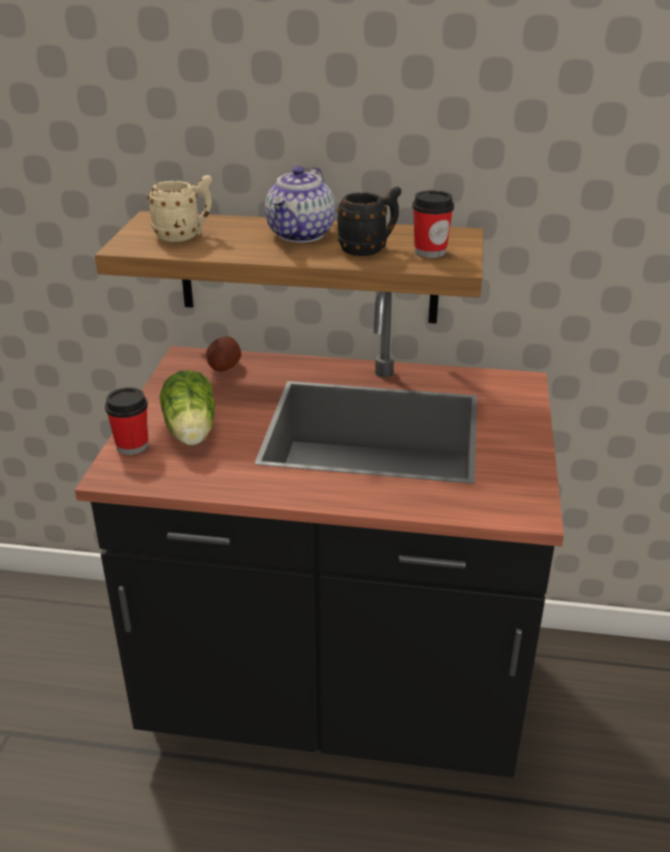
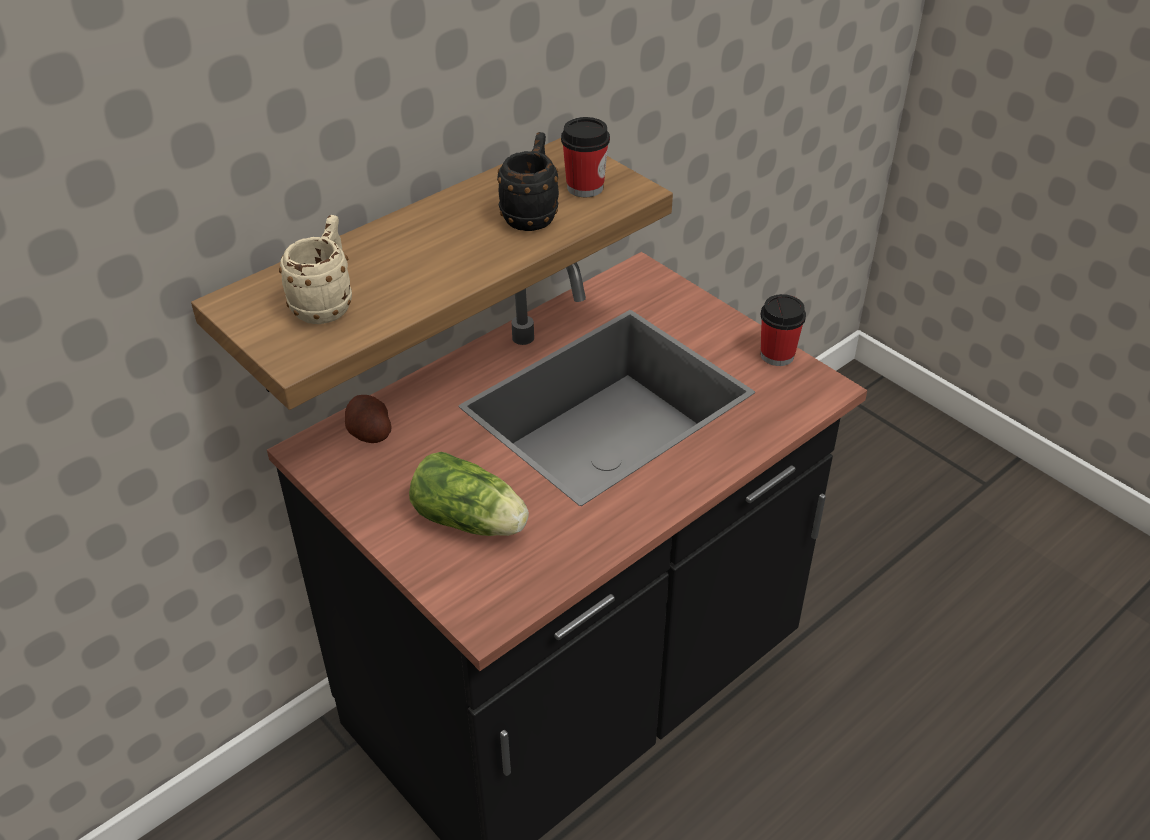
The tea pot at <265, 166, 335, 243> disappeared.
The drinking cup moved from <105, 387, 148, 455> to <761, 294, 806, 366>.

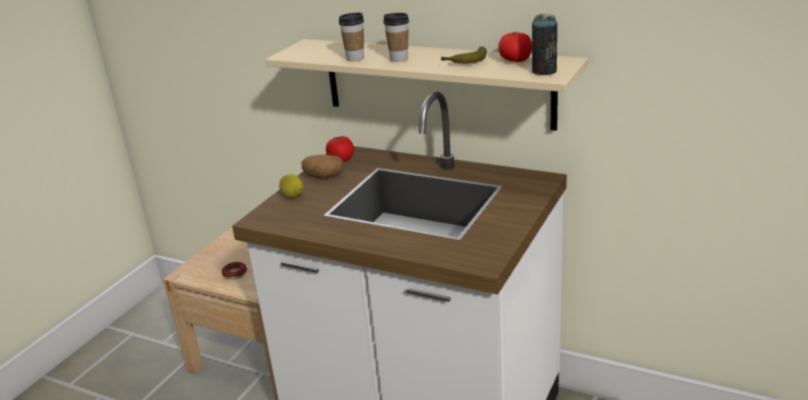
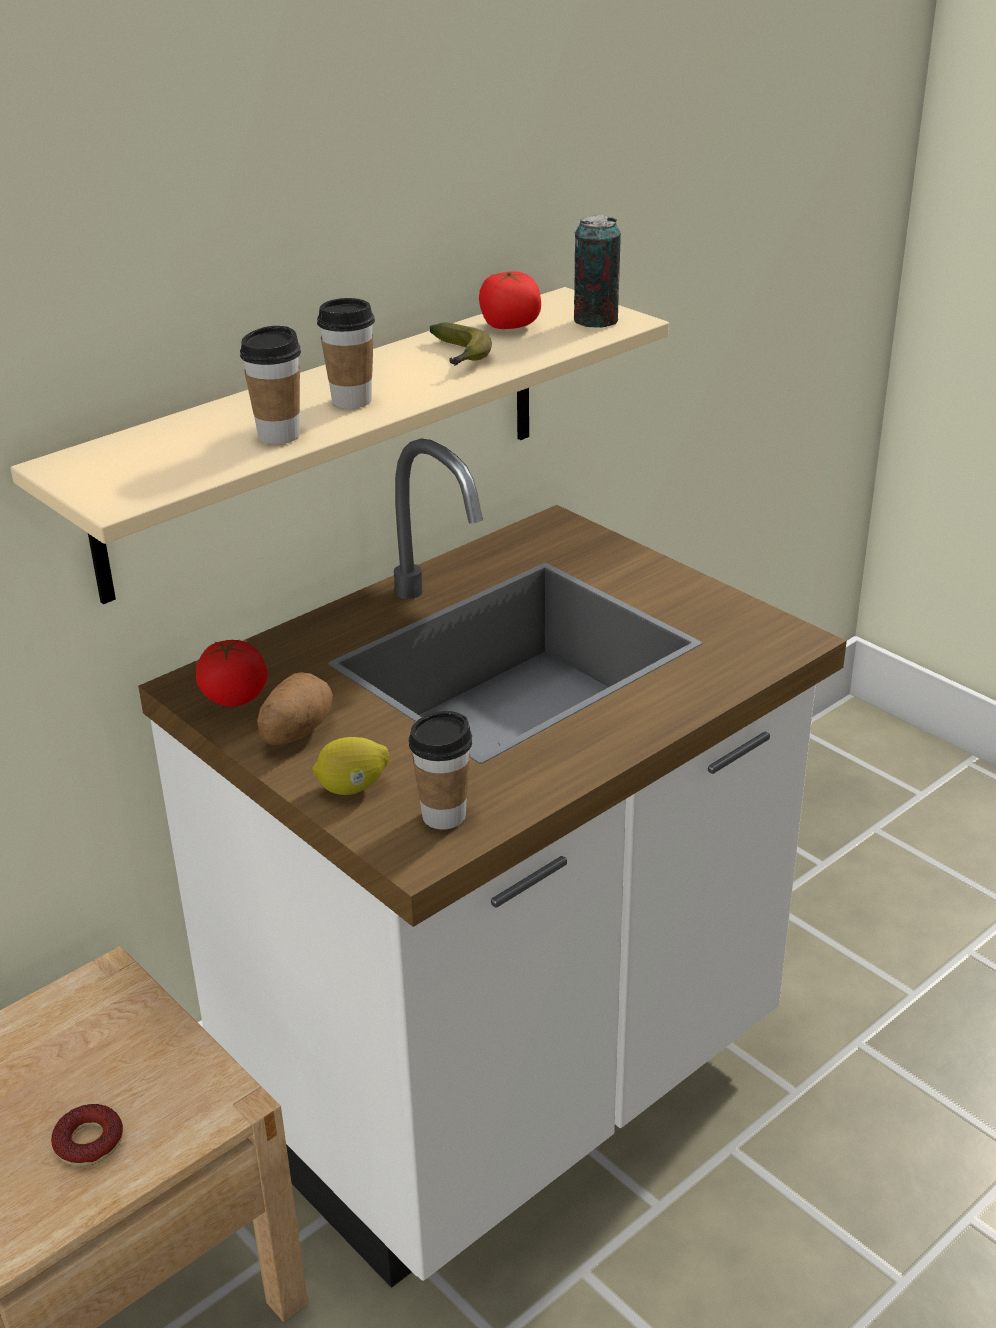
The drinking cup at <409, 711, 472, 830> appeared.

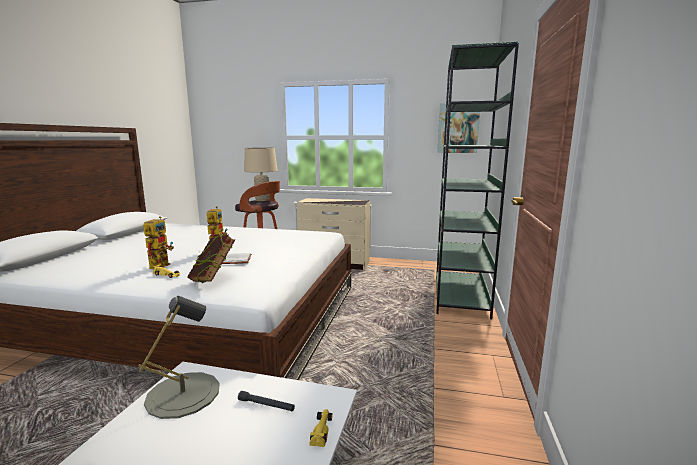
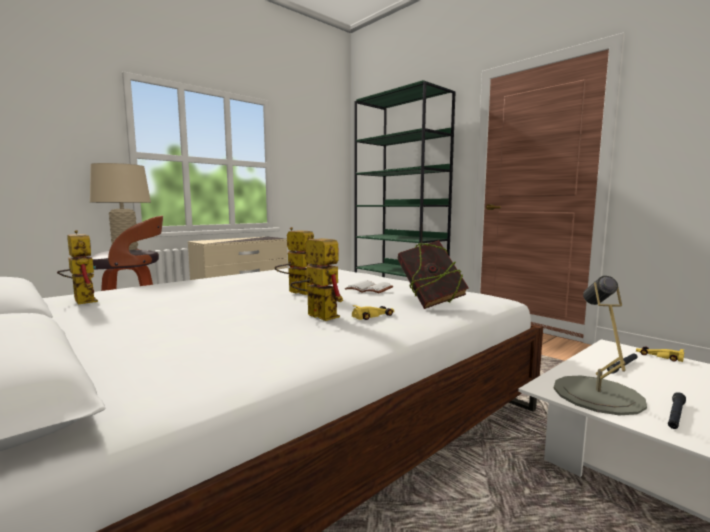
The wall art at <437, 103, 480, 153> disappeared.
The model robot at <57, 230, 98, 304> appeared.
The flashlight in black at <668, 392, 686, 429> appeared.

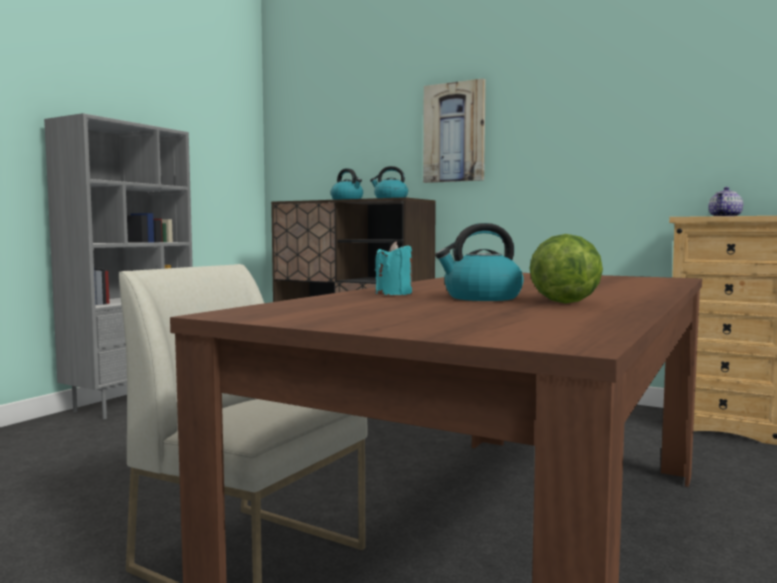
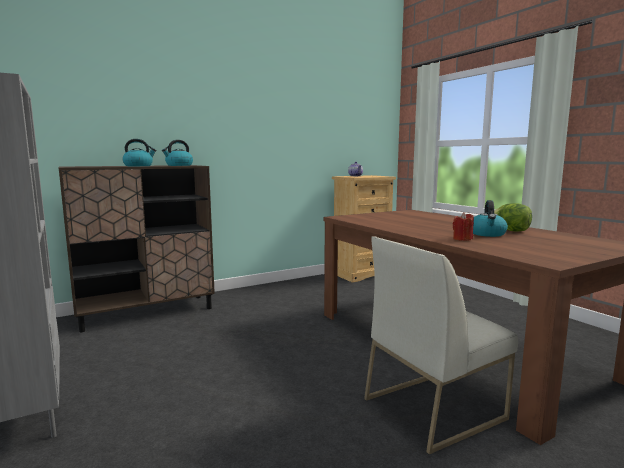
The wall art at <423, 78, 486, 183> disappeared.
The wax light in turquoise-coloured at <375, 241, 412, 295> became the wax light in red at <453, 212, 474, 241>.

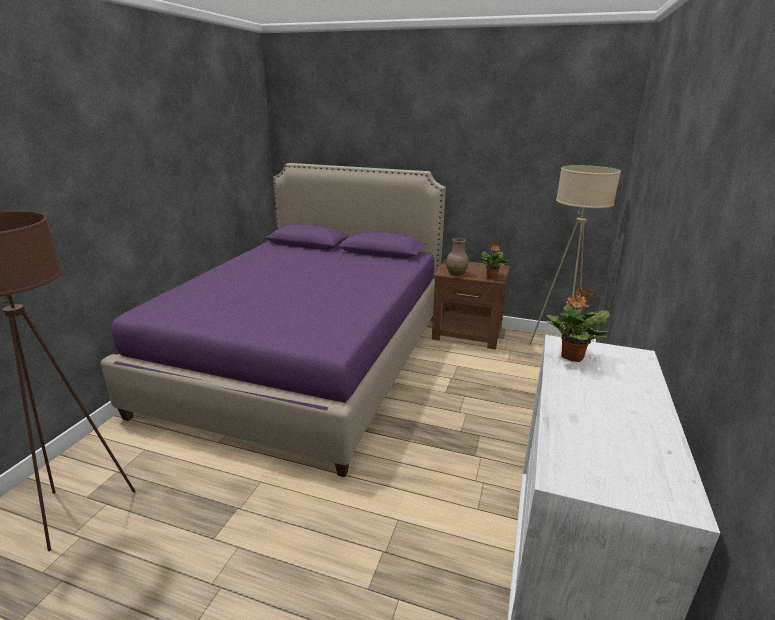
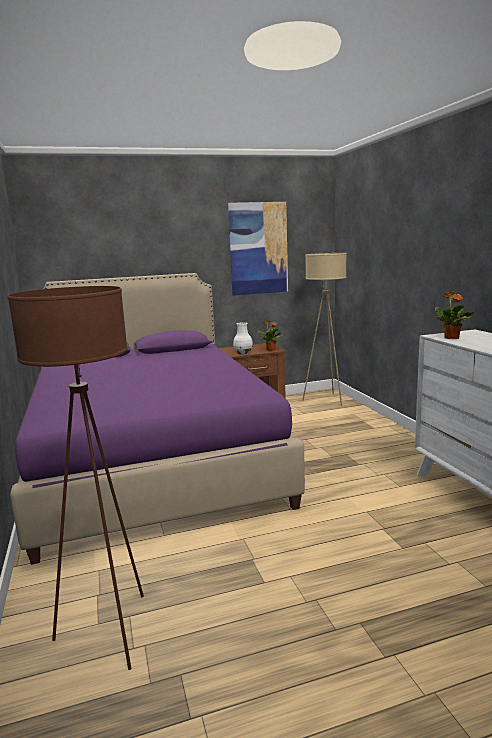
The wall art at <228, 202, 288, 296> appeared.
The decorative vase in brown-coloured at <446, 238, 469, 276> became the decorative vase in whitish at <233, 322, 253, 354>.

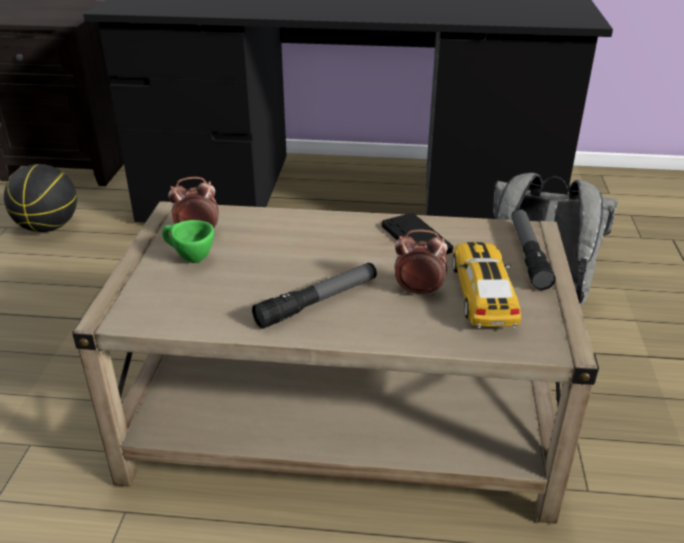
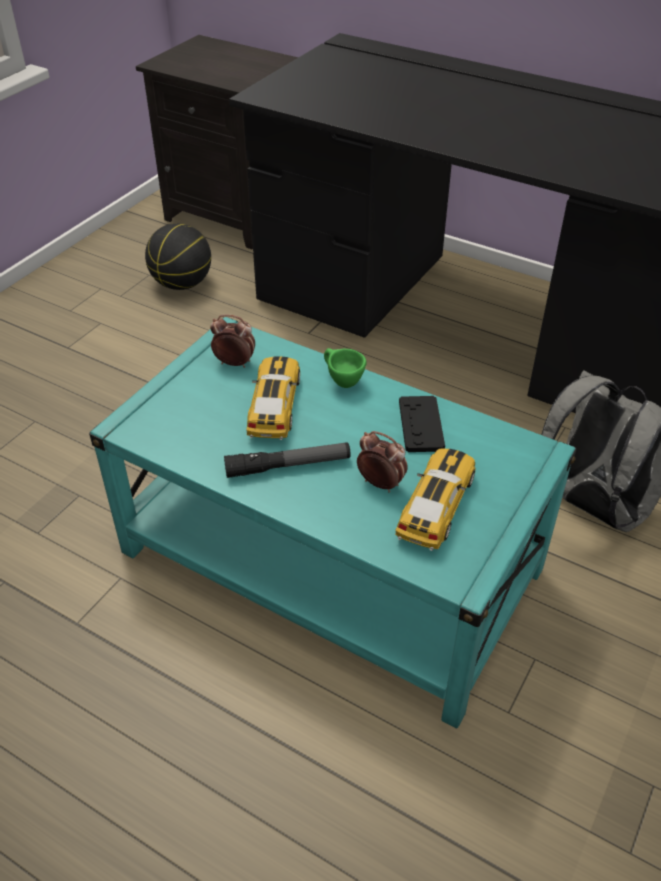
The flashlight at <511, 209, 556, 290> disappeared.
The model car at <246, 356, 300, 440> appeared.
The drinking cup in green-coloured moved from <162, 220, 214, 263> to <324, 348, 366, 388>.
The coffee table in sand-coloured at <72, 201, 599, 524> became the coffee table in turquoise-coloured at <89, 317, 576, 728>.

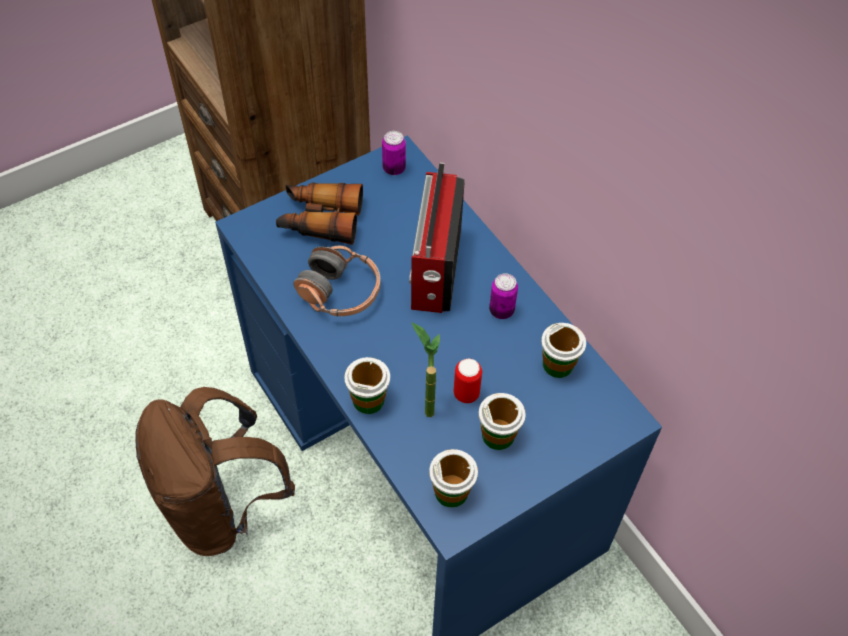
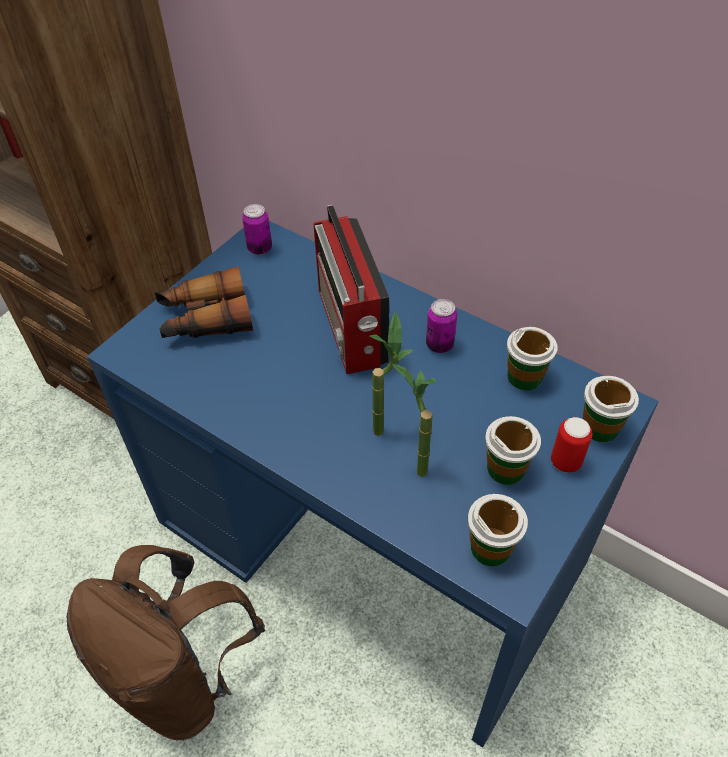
The pair of headphones at <293, 246, 381, 316> disappeared.
The houseplant at <369, 311, 413, 436> appeared.
The drinking cup moved from <344, 357, 390, 414> to <583, 376, 639, 442>.
The can moved from <454, 358, 482, 403> to <551, 417, 592, 473>.

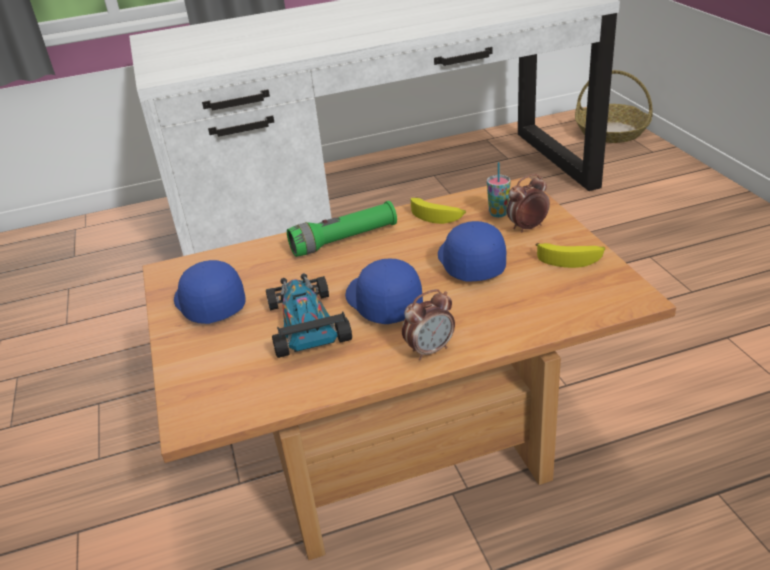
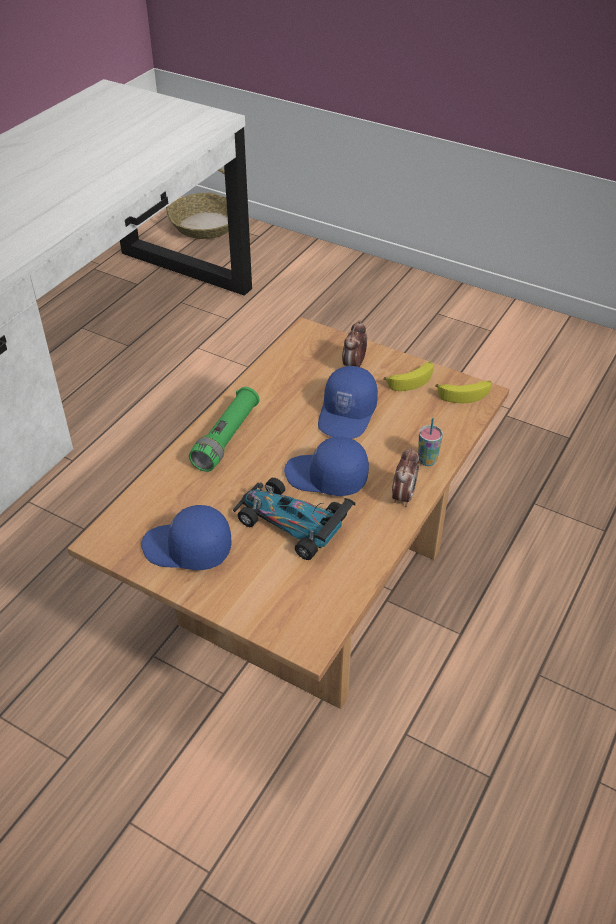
The banana fruit moved from <411, 197, 466, 224> to <435, 381, 492, 403>.
The drinking cup moved from <487, 162, 511, 217> to <418, 418, 443, 466>.
The baseball cap in bluish at <438, 221, 506, 282> turned 105 degrees counterclockwise.

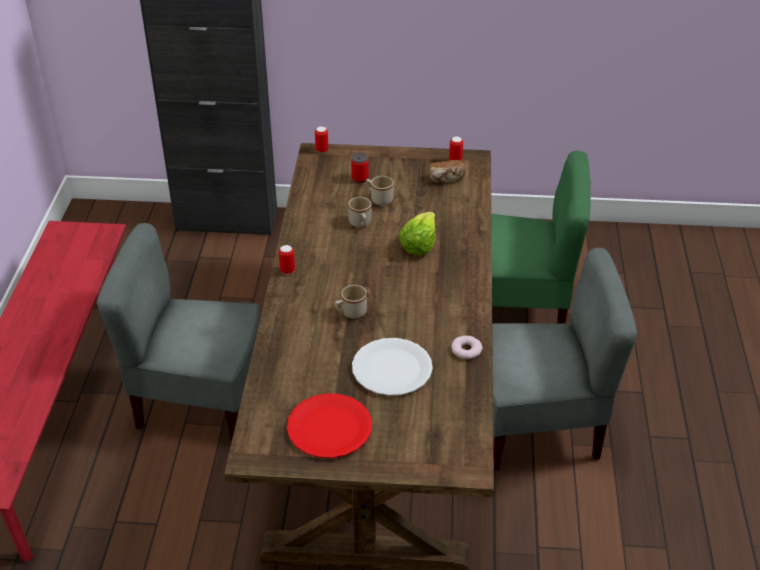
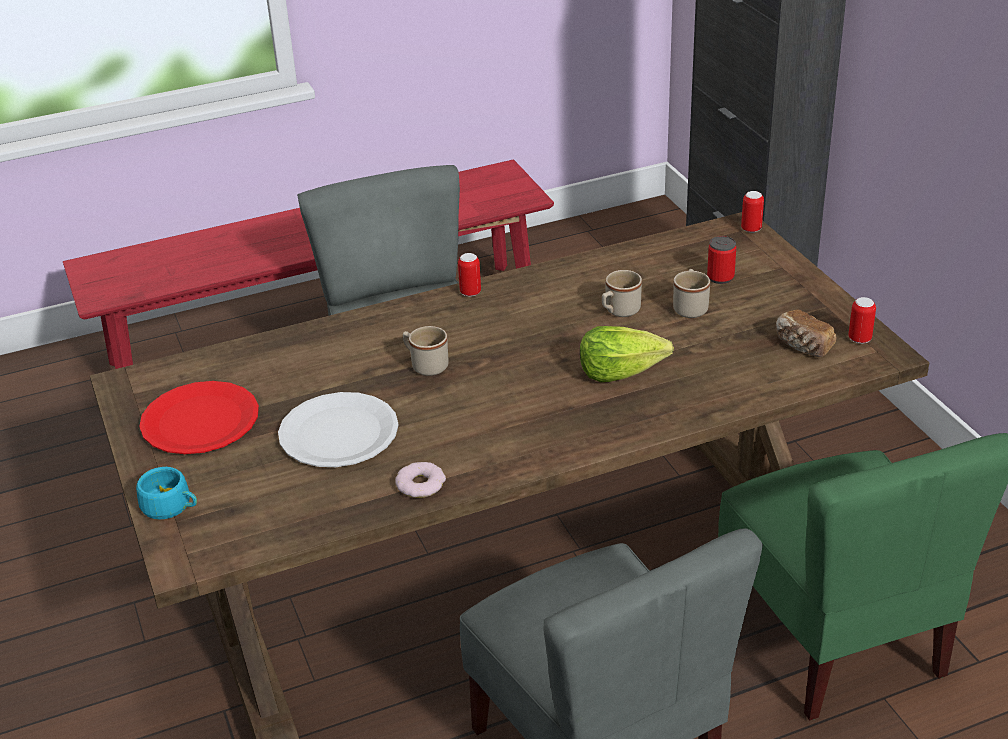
The drinking cup in turquoise-coloured at <136, 467, 197, 519> appeared.

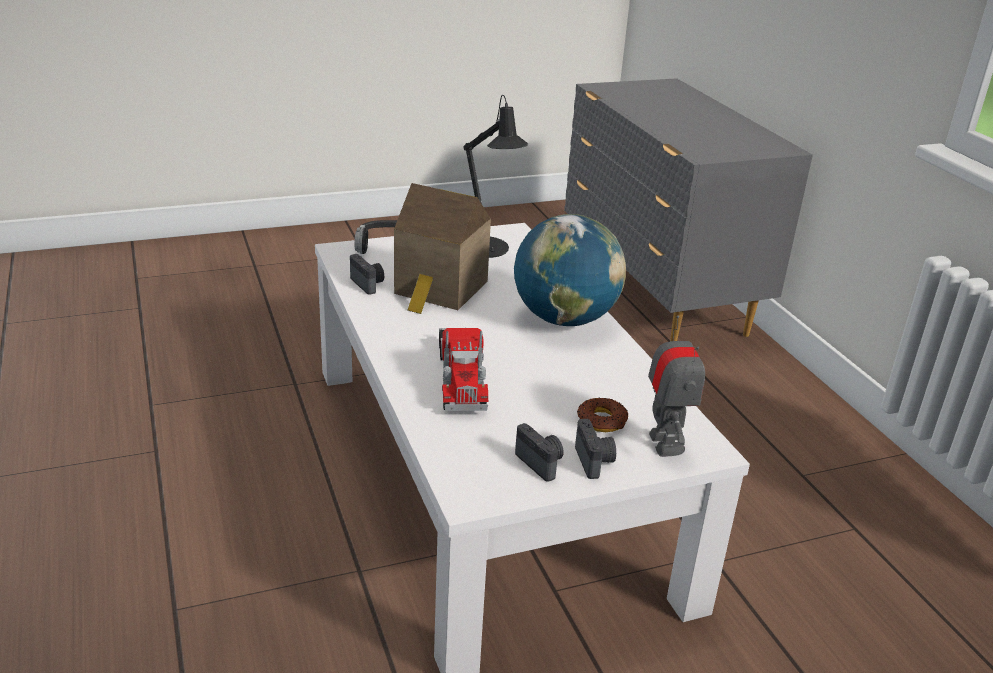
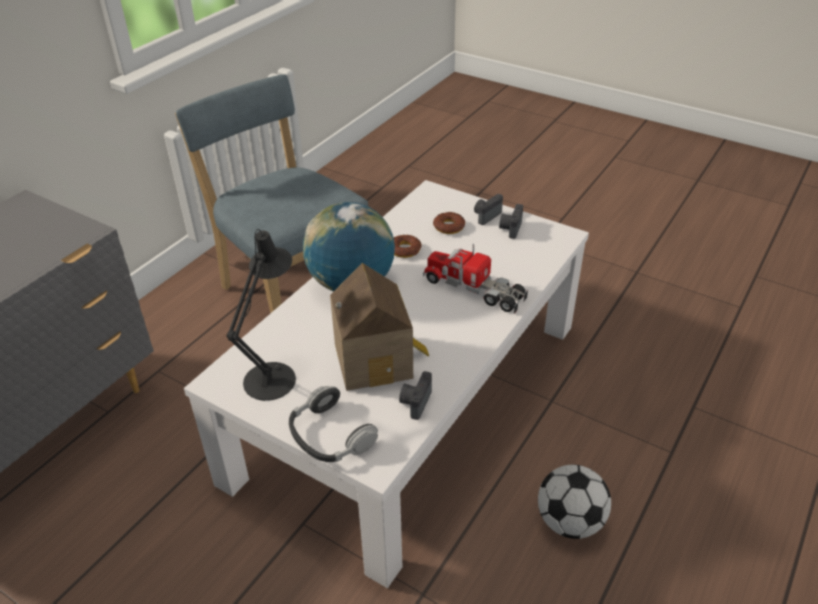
The model robot at <648, 315, 705, 457> disappeared.
The upright chair in bluish at <175, 74, 369, 313> appeared.
The ring doughnut at <394, 235, 421, 258> appeared.
The football at <538, 465, 611, 539> appeared.
The toy lorry at <439, 328, 489, 411> turned 105 degrees counterclockwise.

